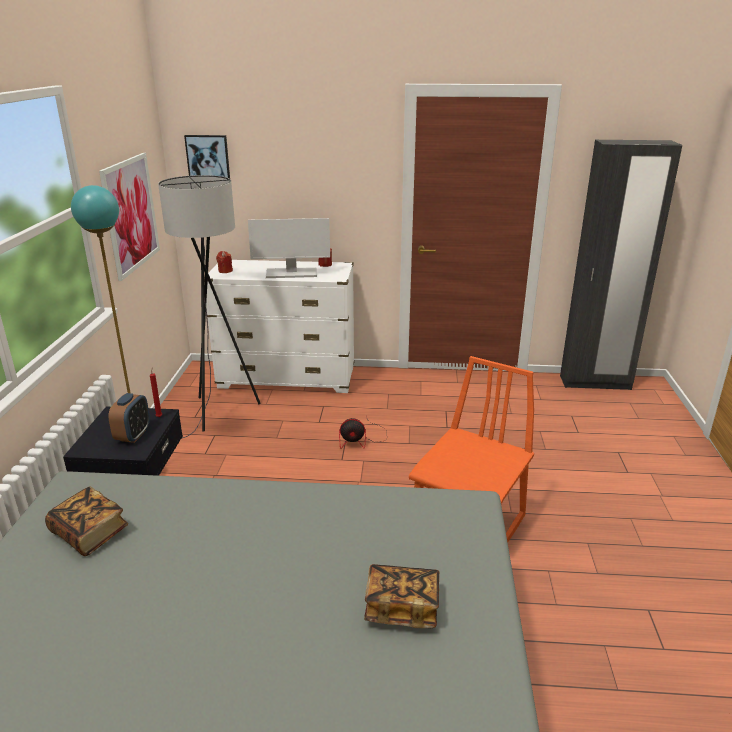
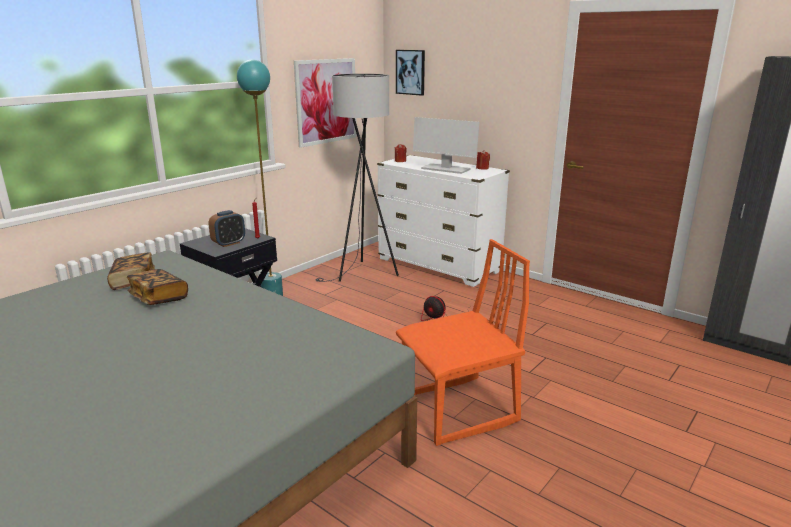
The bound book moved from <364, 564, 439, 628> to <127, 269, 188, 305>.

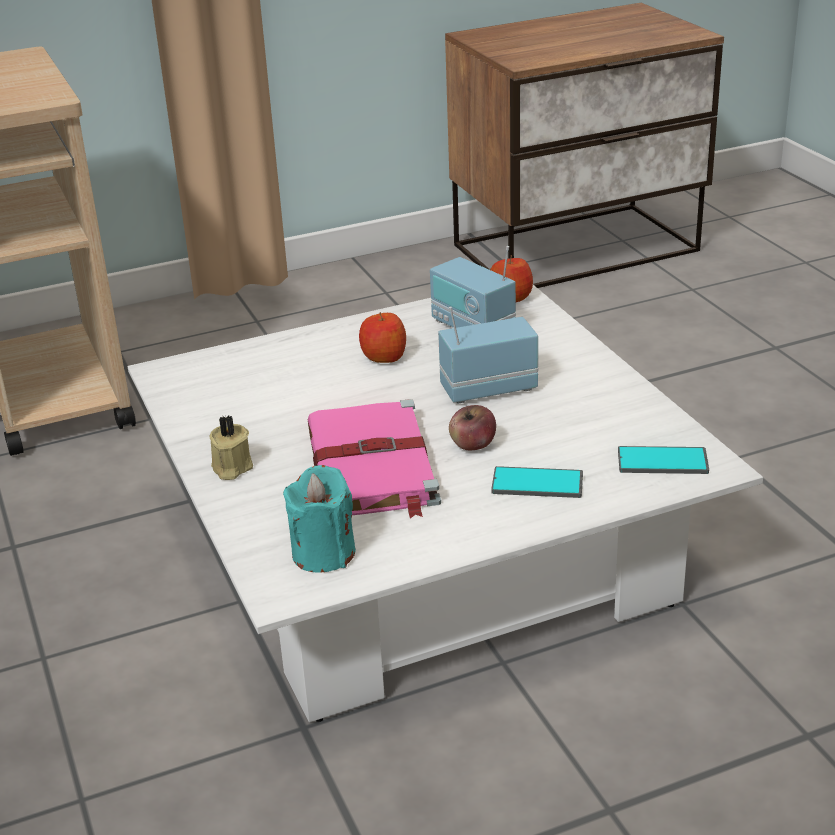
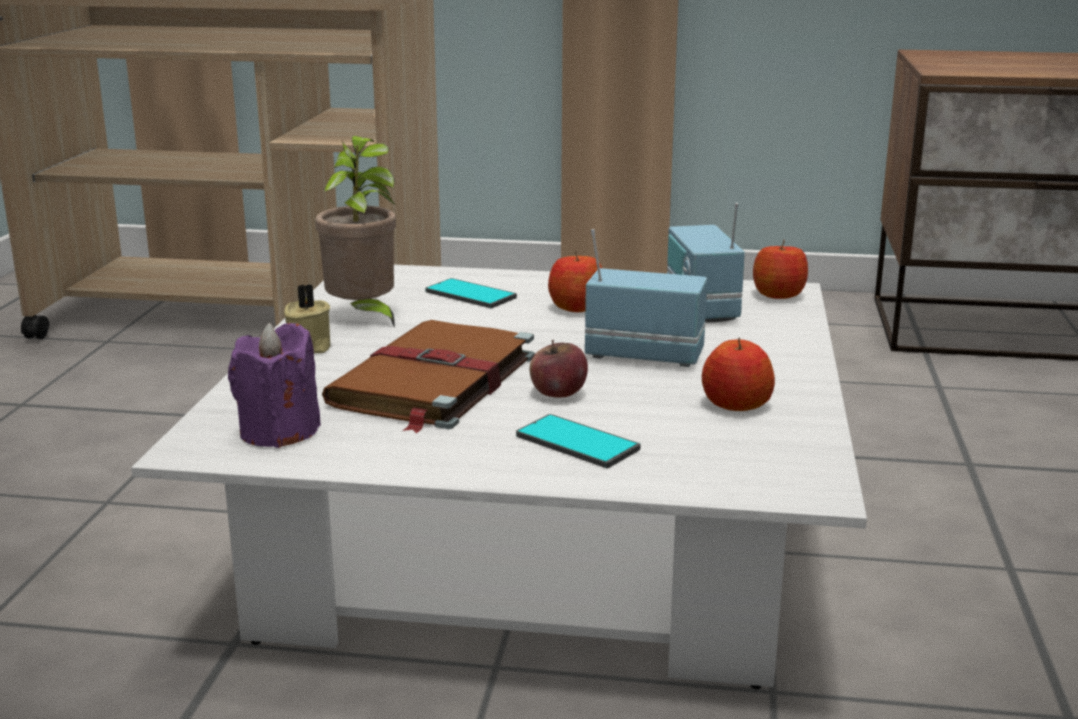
The houseplant at <315, 136, 397, 328> appeared.
The apple at <702, 337, 775, 411> appeared.
The telephone moved from <618, 446, 709, 474> to <425, 278, 517, 308>.
The wax light in turquoise-coloured at <283, 465, 356, 573> became the wax light in purple-coloured at <228, 323, 321, 448>.
The bound book in pink-coloured at <308, 399, 441, 518> became the bound book in brown-coloured at <322, 320, 535, 434>.

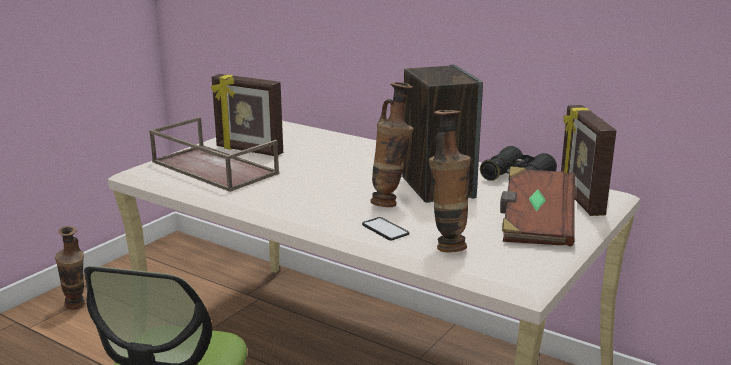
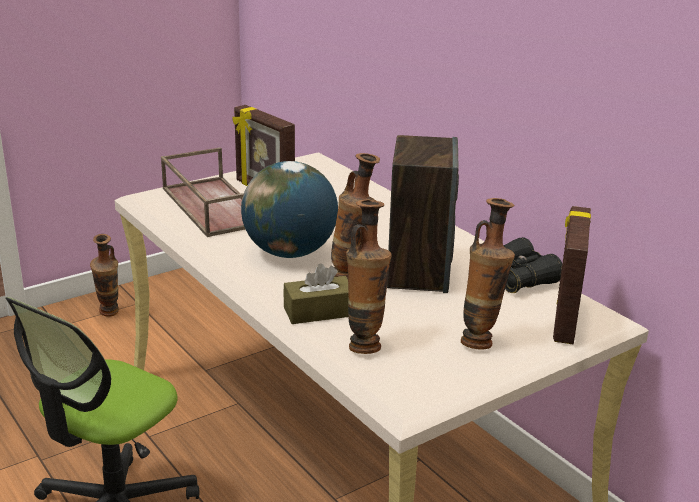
The world globe at <241, 161, 338, 258> appeared.
The telephone at <362, 217, 409, 240> was replaced by the box of tissues in brown-coloured at <284, 263, 348, 324>.
The bound book in brown-coloured at <500, 166, 575, 246> was replaced by the decorative vase at <461, 198, 515, 350>.

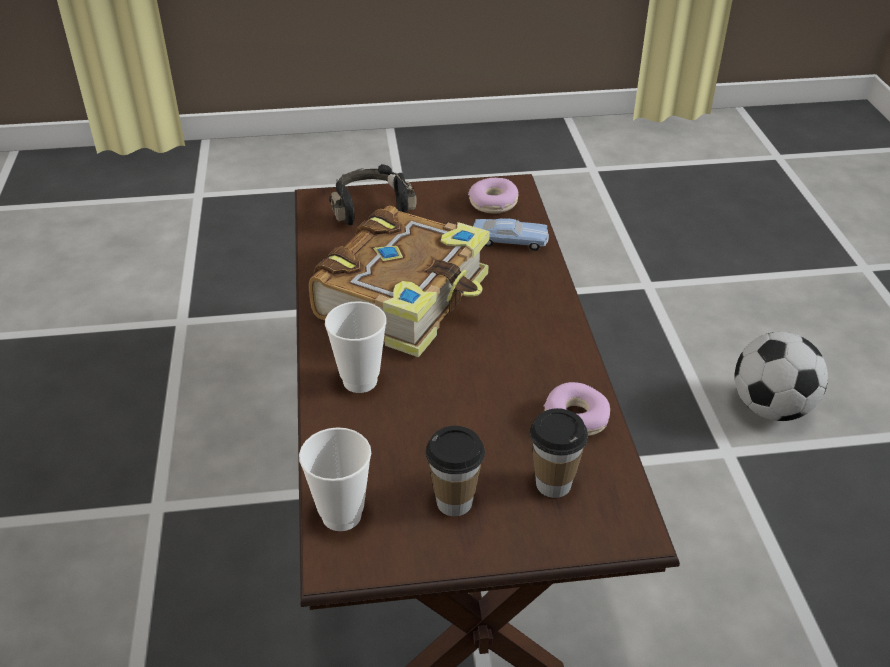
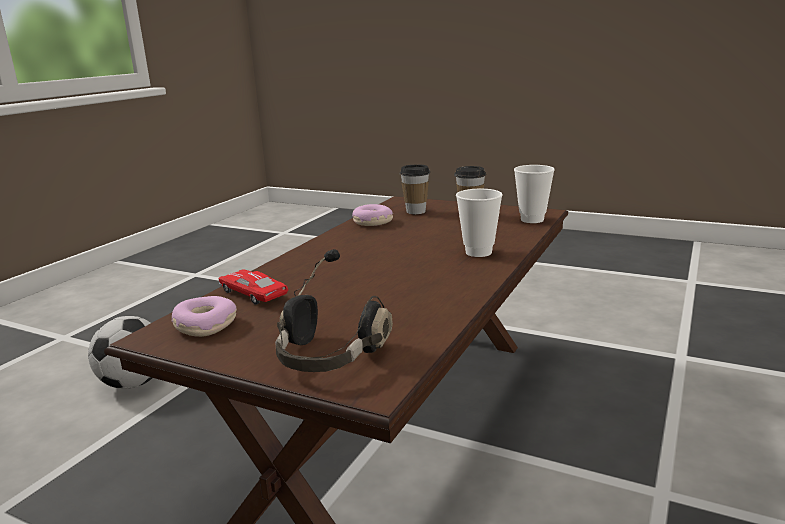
The bound book at <309, 206, 490, 357> disappeared.
The model car in bluish at <473, 218, 549, 251> became the model car in red at <219, 269, 288, 305>.

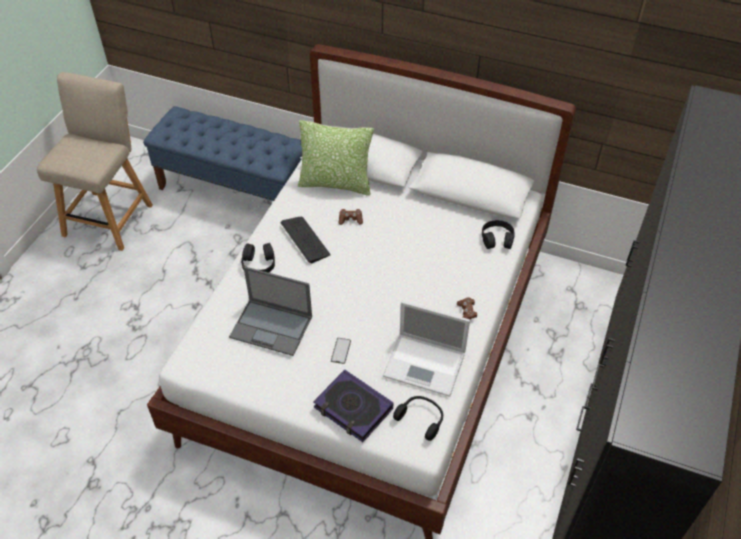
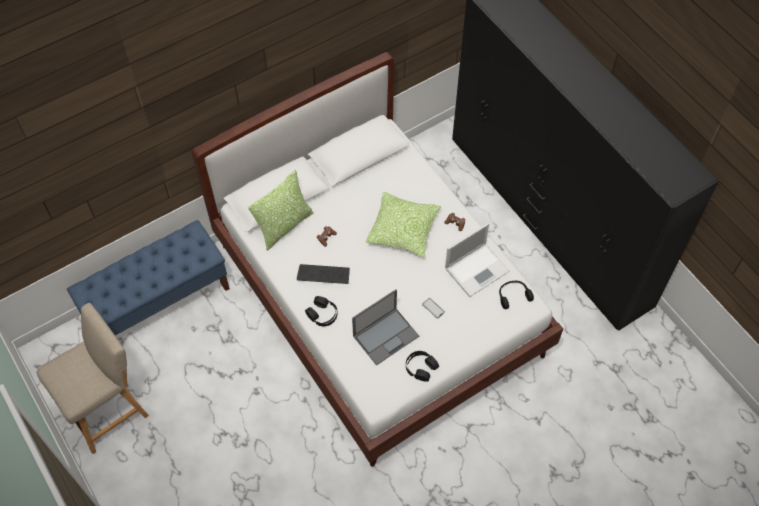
The bound book at <313, 370, 393, 442> disappeared.
The cushion at <366, 192, 441, 258> appeared.
The pair of headphones in black moved from <482, 220, 515, 249> to <406, 351, 439, 382>.
The upright chair in sand-coloured at <37, 72, 153, 251> turned 90 degrees clockwise.

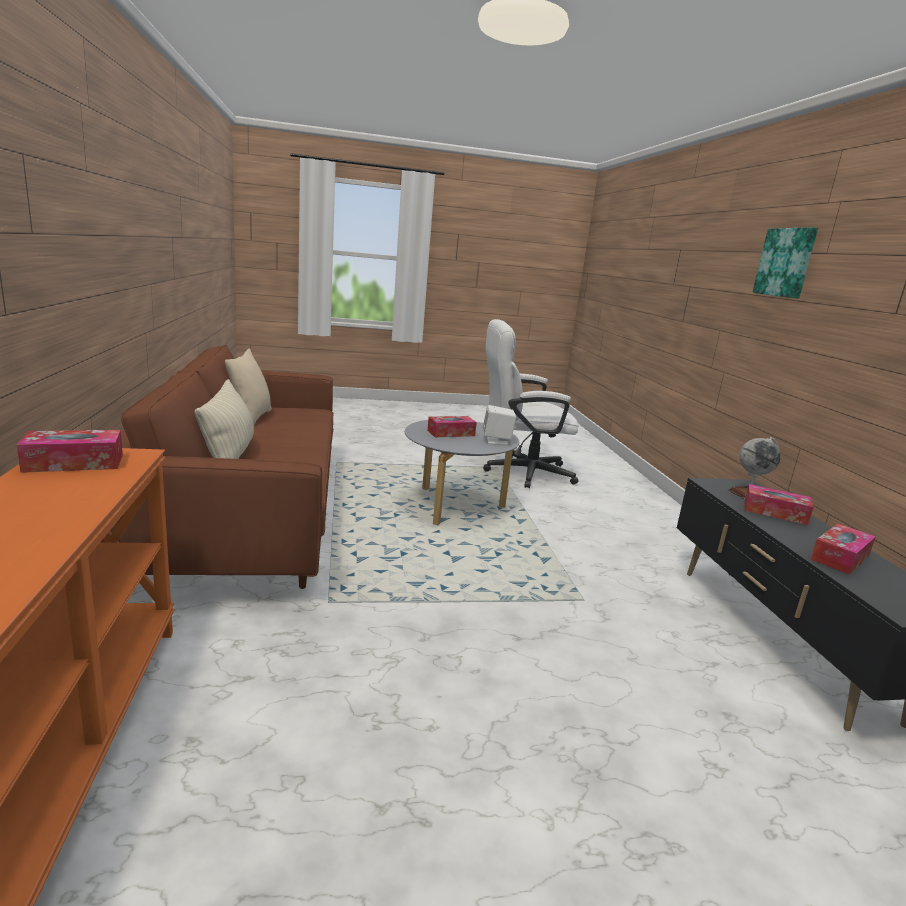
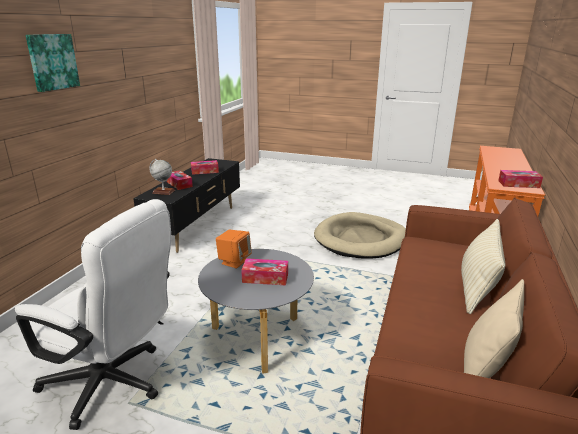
The dog bed in sand-coloured at <314, 212, 406, 258> appeared.
The loudspeaker in whitish at <483, 405, 516, 445> became the loudspeaker in orangey at <216, 230, 252, 269>.

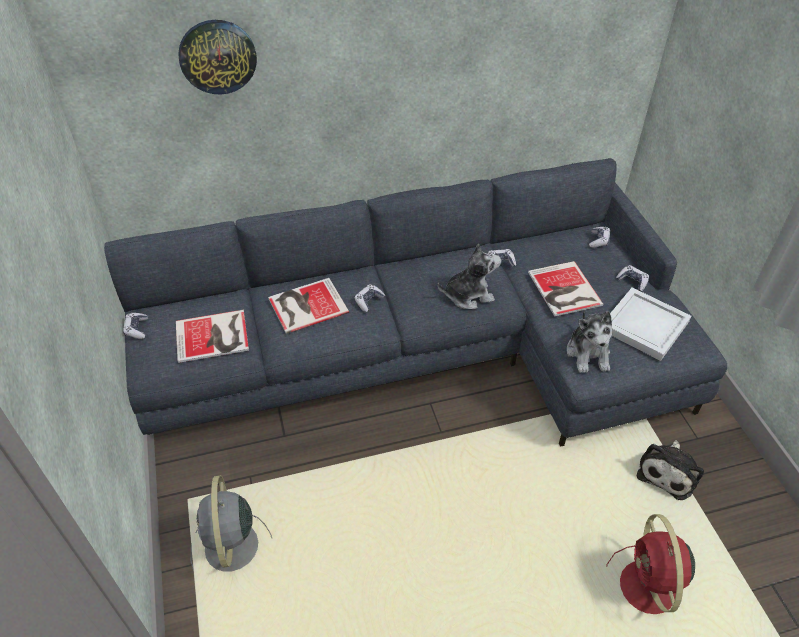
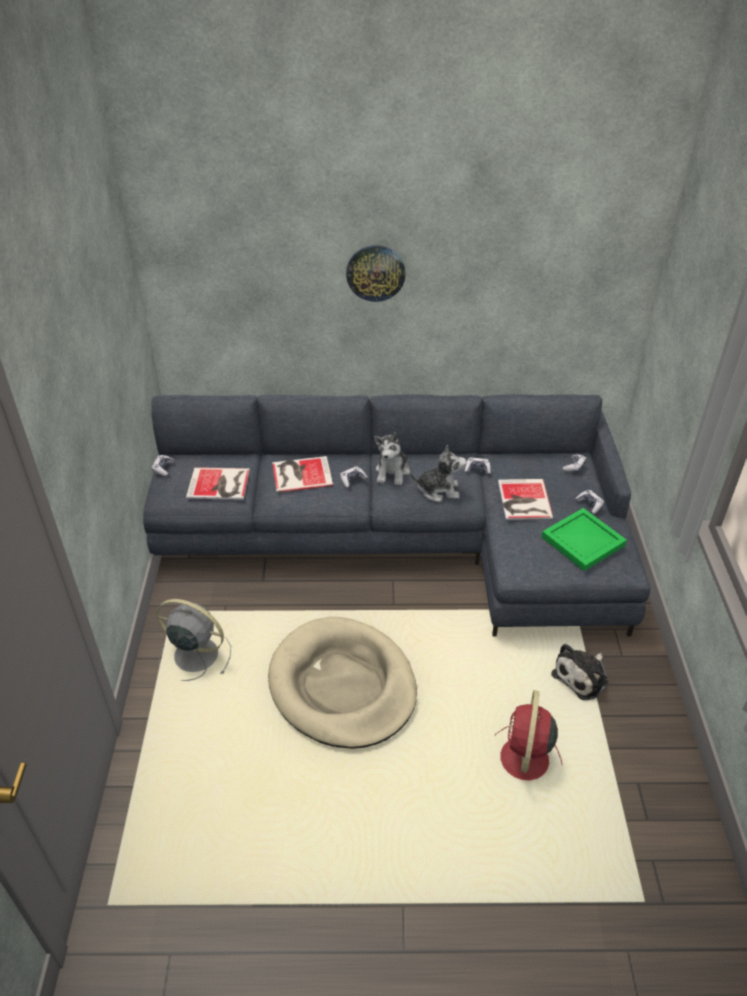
The dog bed in sand-coloured at <268, 617, 417, 749> appeared.
The clock on the wall moved from <178, 20, 257, 94> to <346, 245, 405, 302>.
The plush toy moved from <567, 310, 612, 373> to <374, 432, 410, 485>.
The tray in whitish at <610, 288, 691, 361> became the tray in green-coloured at <542, 508, 627, 571>.
The electric fan in greyish at <191, 475, 272, 572> turned 105 degrees clockwise.

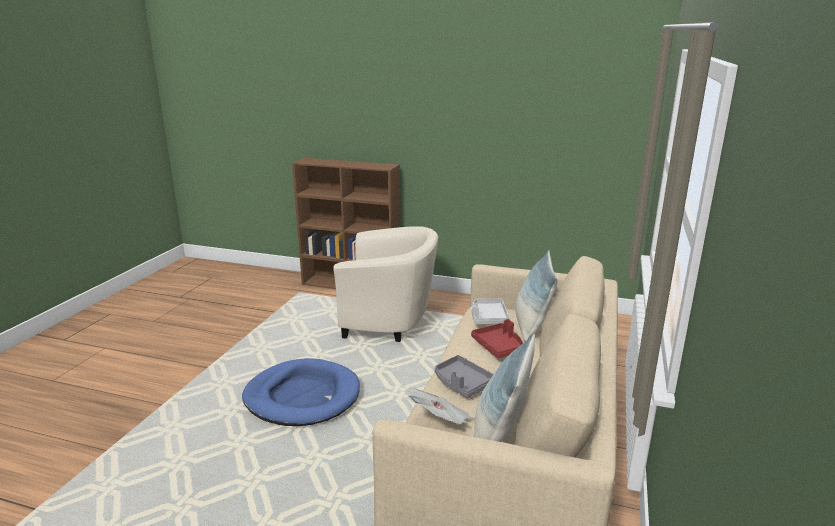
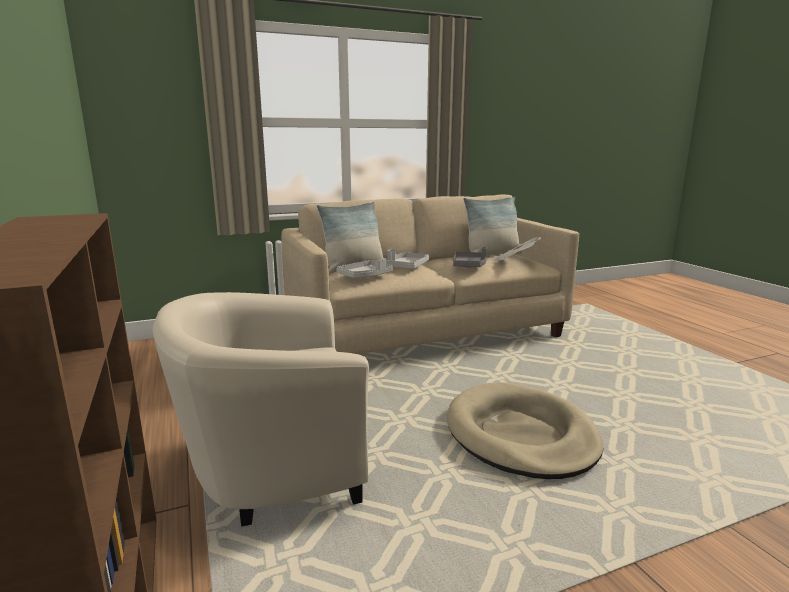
The dog bed in bluish at <242, 358, 360, 426> became the dog bed in sand-coloured at <447, 382, 603, 479>.
The tray in red at <471, 319, 523, 358> became the tray in greyish at <386, 249, 429, 269>.
The lounge chair in sand-coloured at <333, 226, 438, 342> turned 75 degrees counterclockwise.

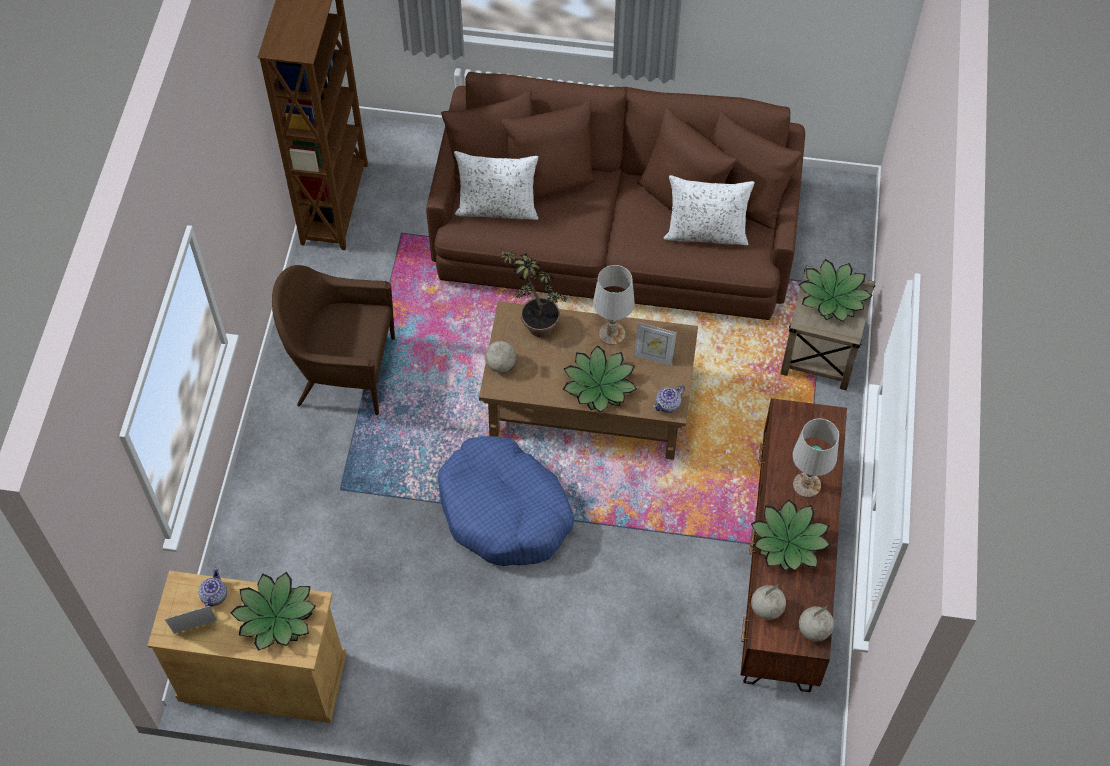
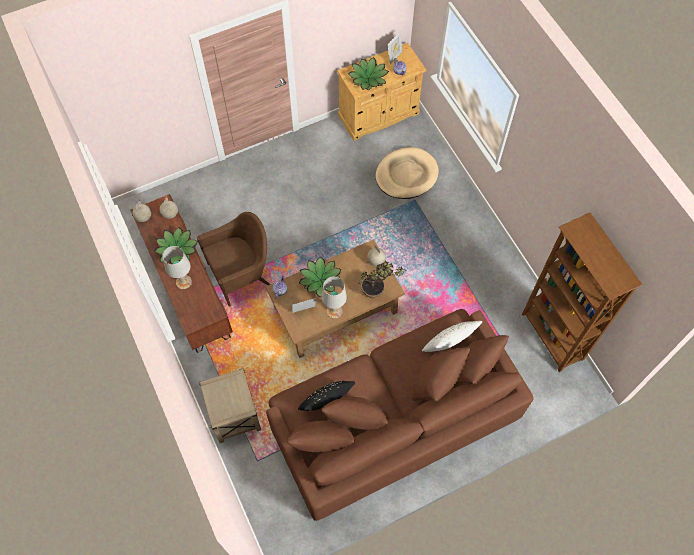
The dog bed in bluish at <438, 436, 574, 566> disappeared.
The houseplant at <798, 259, 872, 322> disappeared.
The dog bed in sand-coloured at <376, 147, 439, 199> appeared.
The lounge chair in brown-coloured moved from <272, 265, 395, 415> to <197, 212, 270, 307>.
The cushion in whitish at <664, 175, 755, 245> became the cushion in black at <298, 381, 355, 411>.

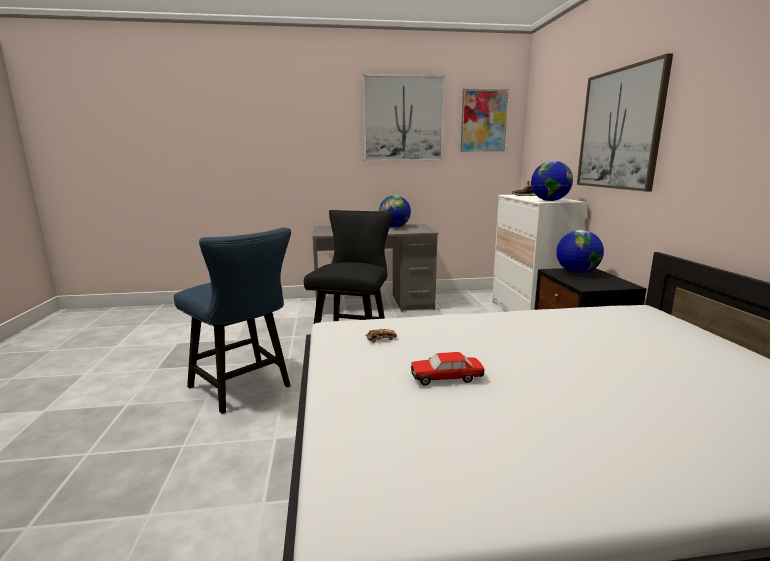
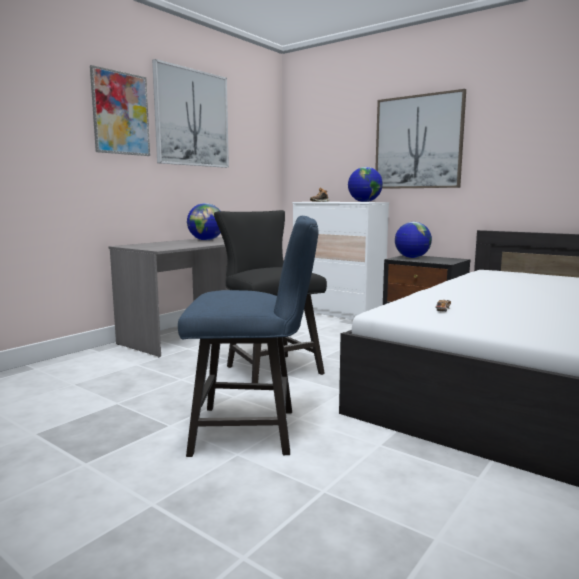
The model car at <411, 352, 485, 386> disappeared.
The wall art moved from <461, 89, 509, 152> to <90, 65, 150, 156>.

